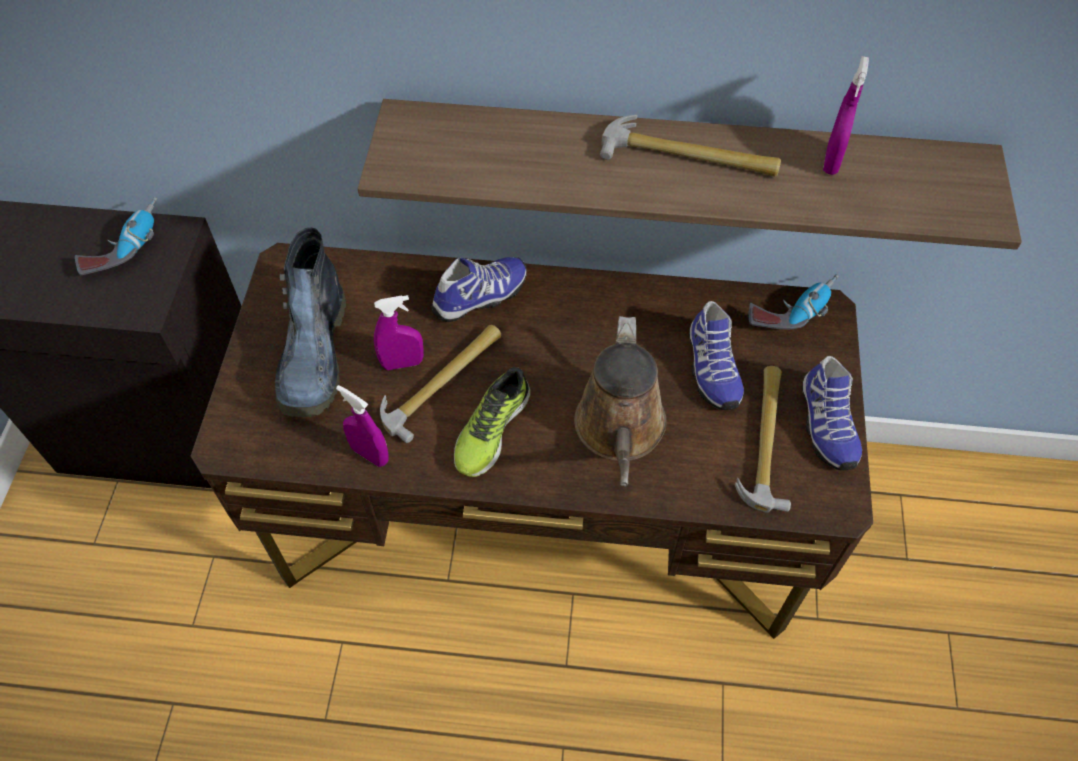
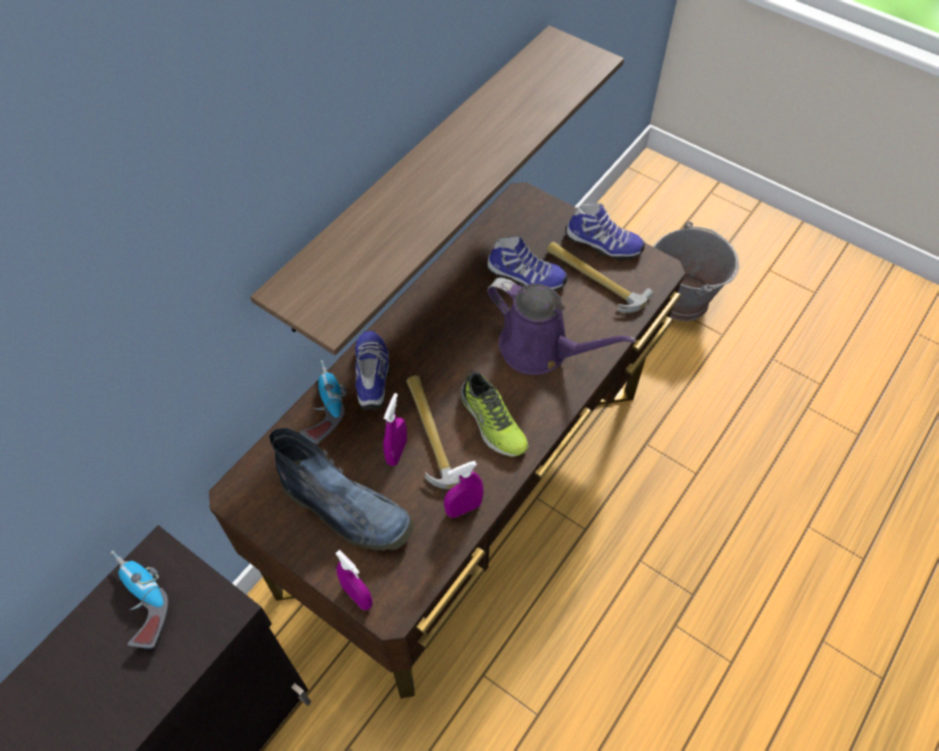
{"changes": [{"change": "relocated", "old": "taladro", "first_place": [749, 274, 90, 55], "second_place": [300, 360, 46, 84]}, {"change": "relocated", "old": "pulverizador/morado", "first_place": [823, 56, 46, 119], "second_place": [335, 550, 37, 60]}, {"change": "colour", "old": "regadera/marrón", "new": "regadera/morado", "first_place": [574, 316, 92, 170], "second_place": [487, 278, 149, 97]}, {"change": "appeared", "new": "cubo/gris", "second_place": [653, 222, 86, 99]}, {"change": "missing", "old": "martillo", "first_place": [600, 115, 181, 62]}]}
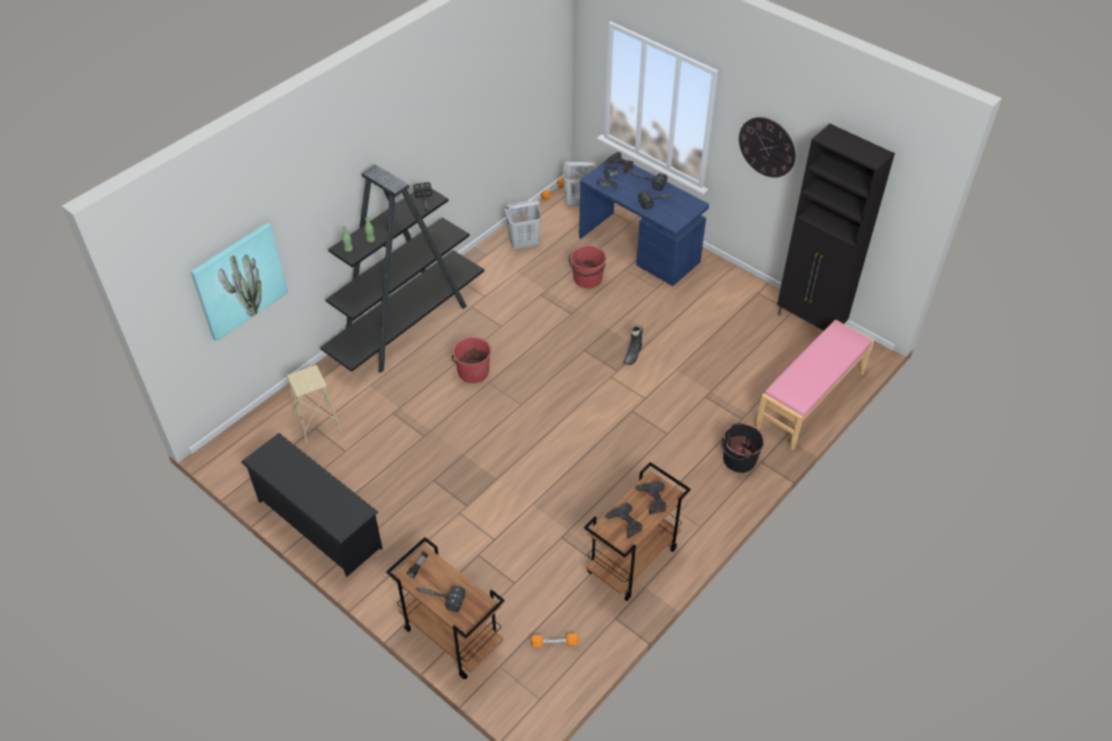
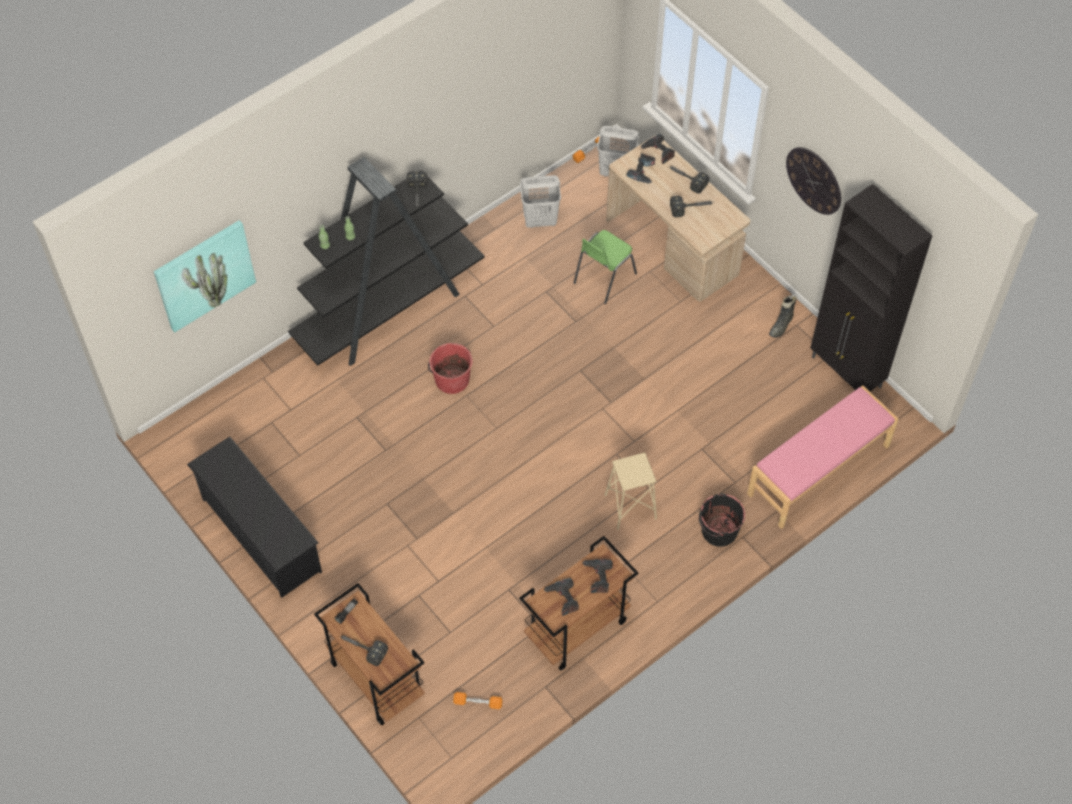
{"changes": [{"change": "exchanged", "old": "cubo/rojo", "new": "silla/verde", "first_place": [569, 245, 37, 43], "second_place": [574, 230, 63, 74]}, {"change": "relocated", "old": "taburete/beis", "first_place": [287, 365, 54, 78], "second_place": [605, 452, 52, 78]}, {"change": "colour", "old": "escritorio/azul", "new": "escritorio/beis", "first_place": [579, 158, 130, 128], "second_place": [606, 136, 144, 166]}, {"change": "relocated", "old": "bota/negro", "first_place": [624, 324, 19, 41], "second_place": [769, 295, 28, 43]}]}
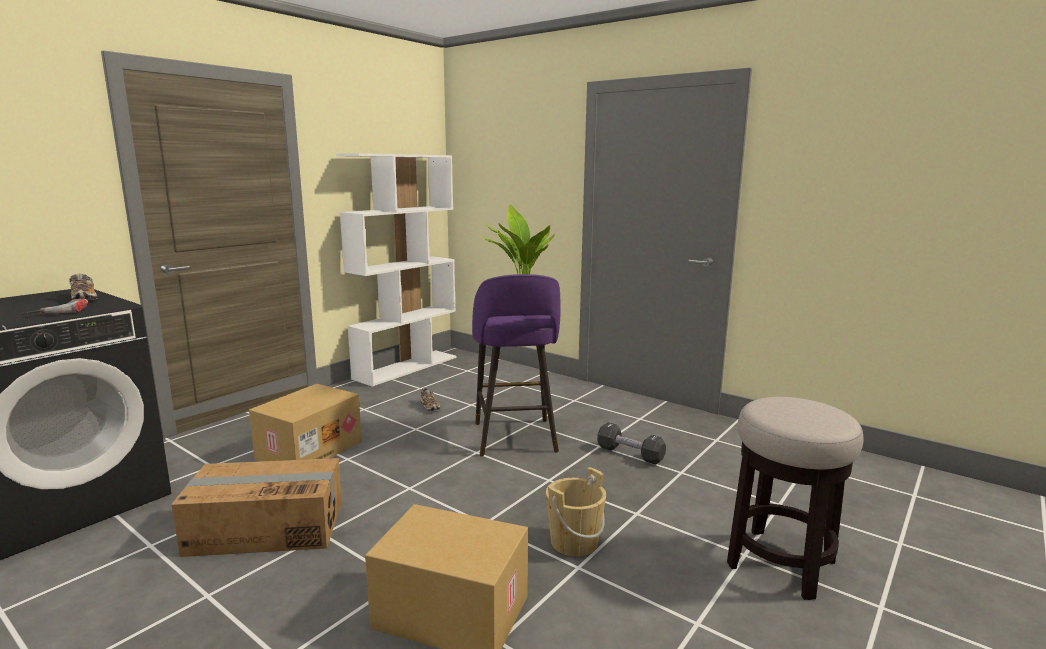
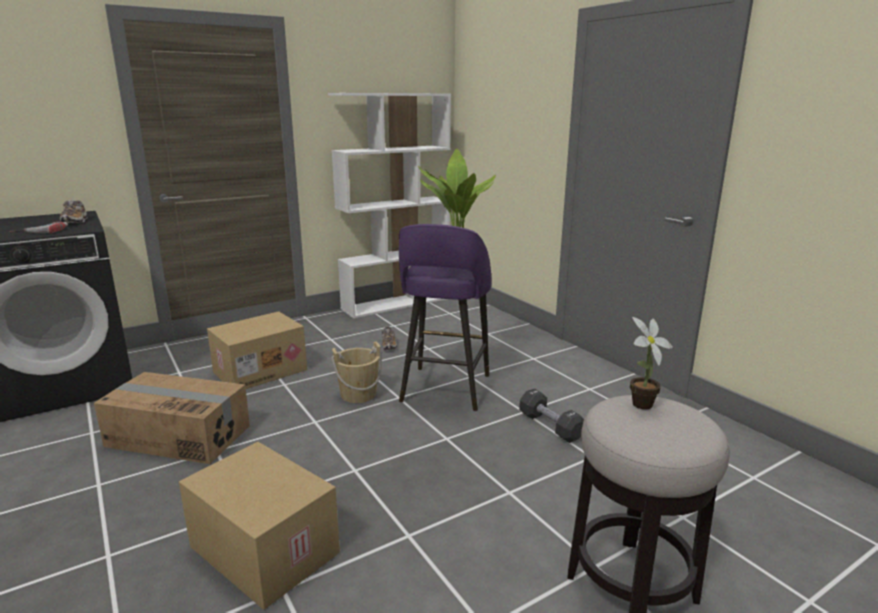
{"changes": [{"change": "relocated", "old": "cubo/beis", "first_place": [546, 467, 60, 90], "second_place": [332, 342, 50, 61]}, {"change": "appeared", "new": "planta en maceta", "second_place": [630, 317, 42, 92]}]}
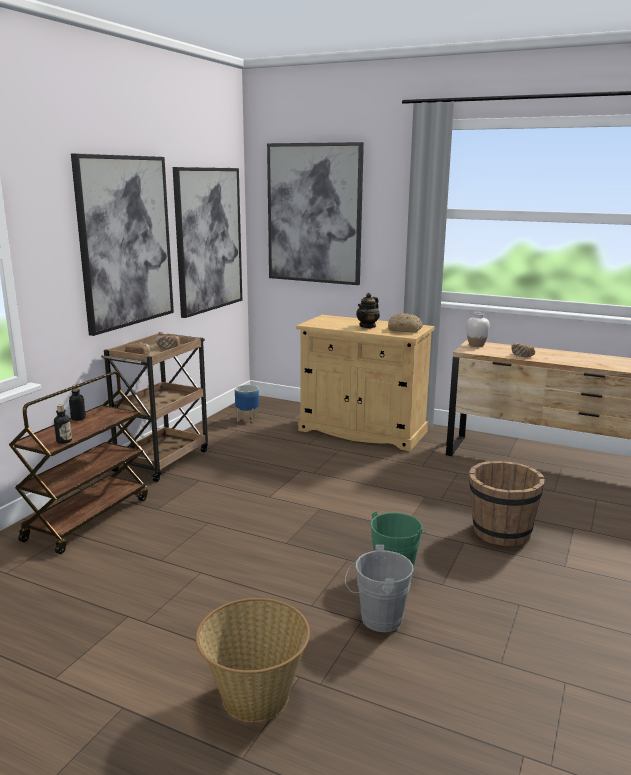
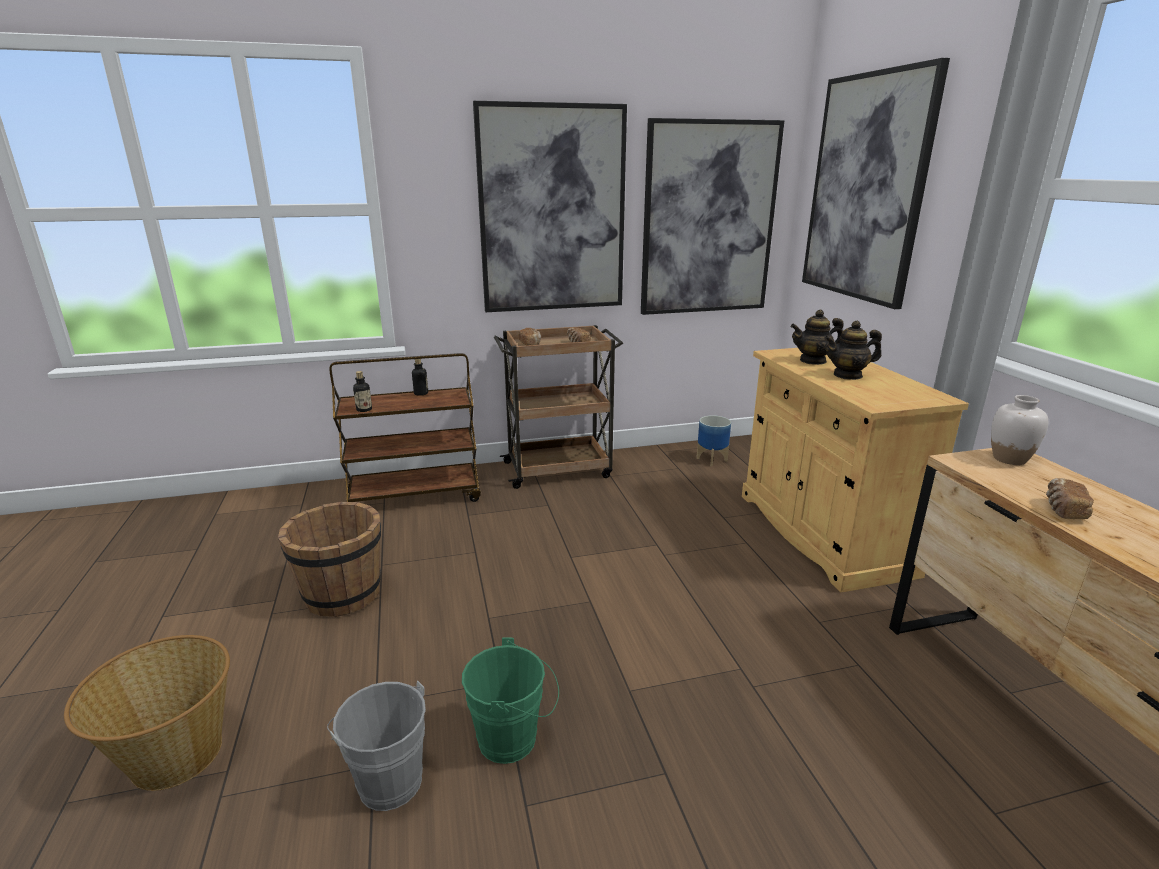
{"changes": [{"change": "relocated", "old": "cubo/marrón", "first_place": [469, 461, 76, 85], "second_place": [278, 502, 103, 115]}, {"change": "appeared", "new": "tetera", "second_place": [791, 310, 53, 55]}, {"change": "missing", "old": "pan", "first_place": [388, 313, 35, 19]}]}
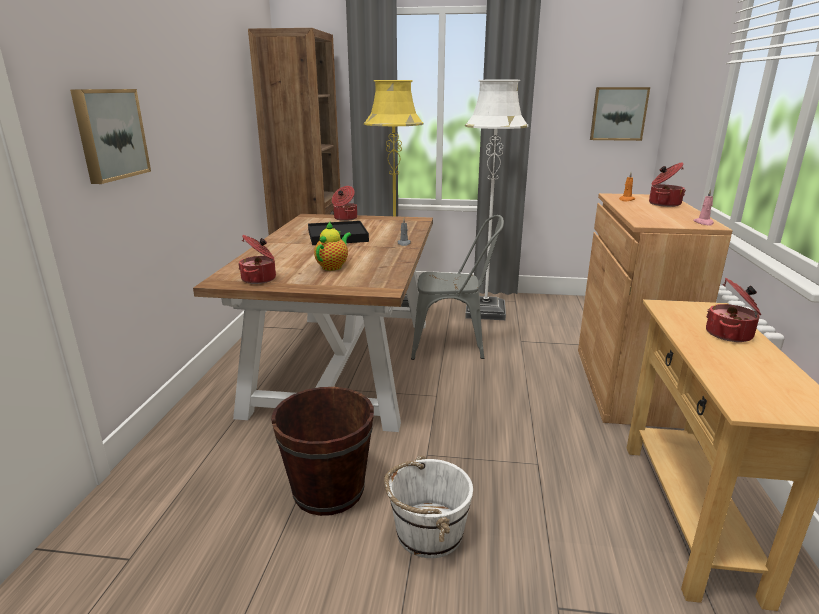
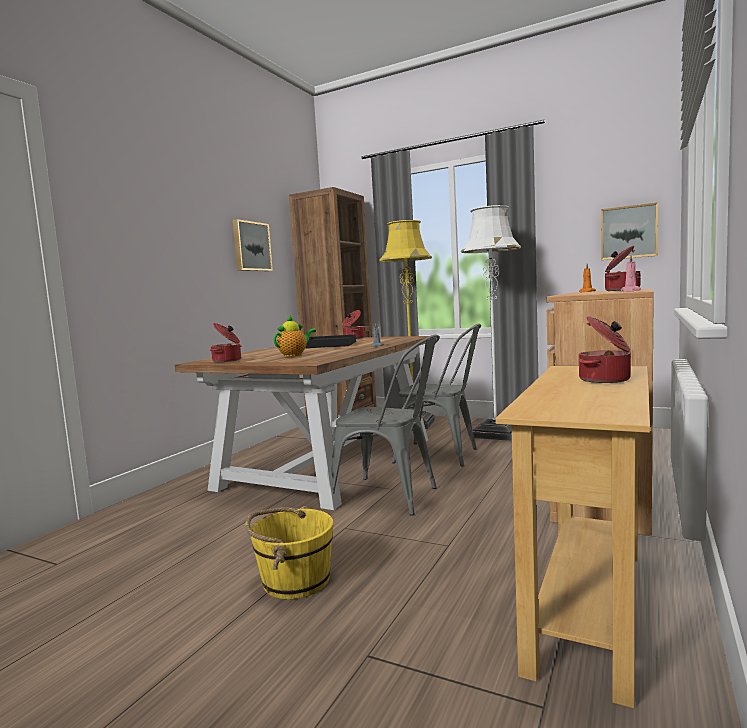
{"changes": [{"change": "relocated", "old": "cuadro", "first_place": [70, 89, 81, 95], "second_place": [233, 219, 40, 52]}, {"change": "colour", "old": "cubo/blanco", "new": "cubo/amarillo", "first_place": [384, 456, 89, 102], "second_place": [245, 506, 88, 93]}, {"change": "appeared", "new": "silla/gris", "second_place": [332, 335, 108, 181]}, {"change": "missing", "old": "cubo/marrón", "first_place": [271, 387, 103, 129]}]}
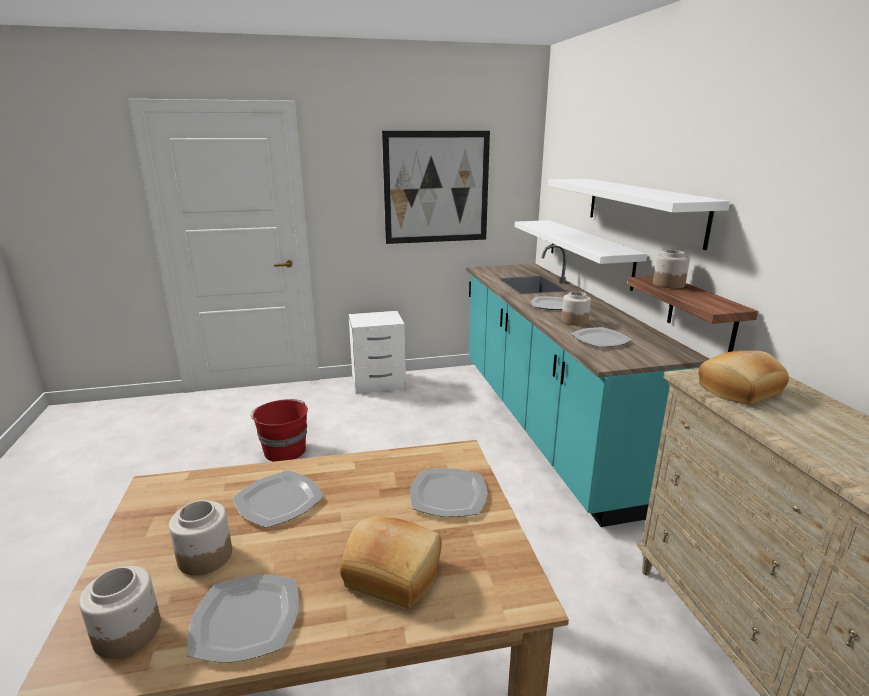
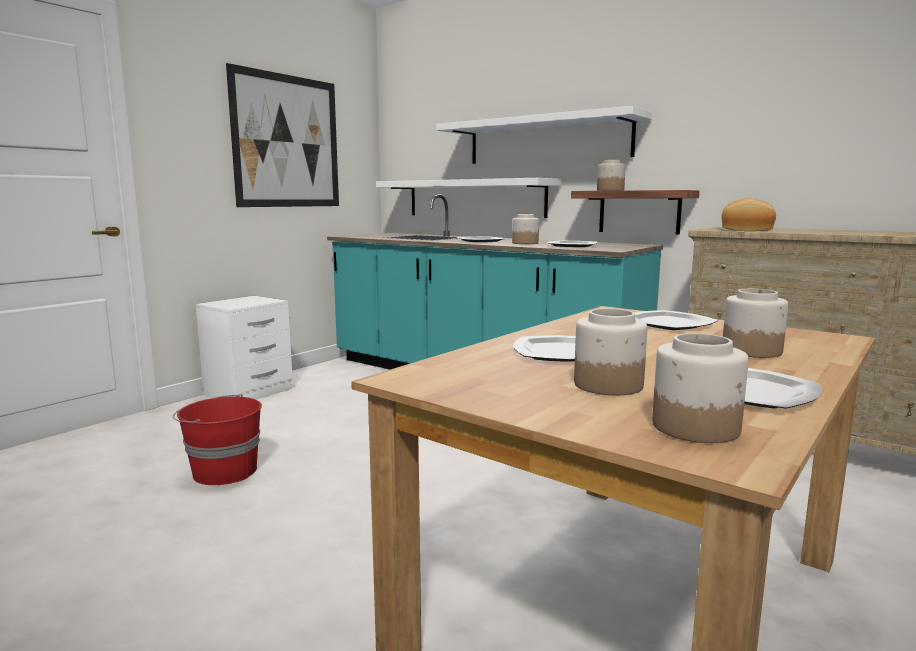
{"changes": [{"change": "exchanged", "old": "pan", "new": "tarro", "first_place": [340, 516, 102, 92], "second_place": [723, 289, 65, 69]}]}
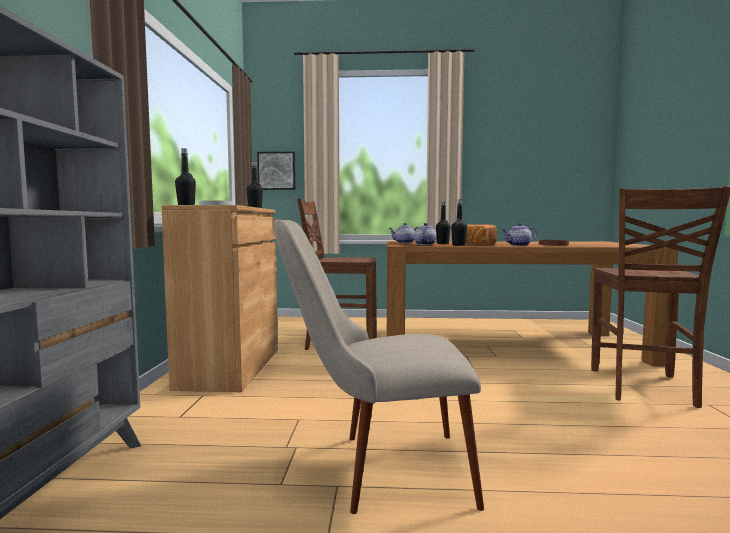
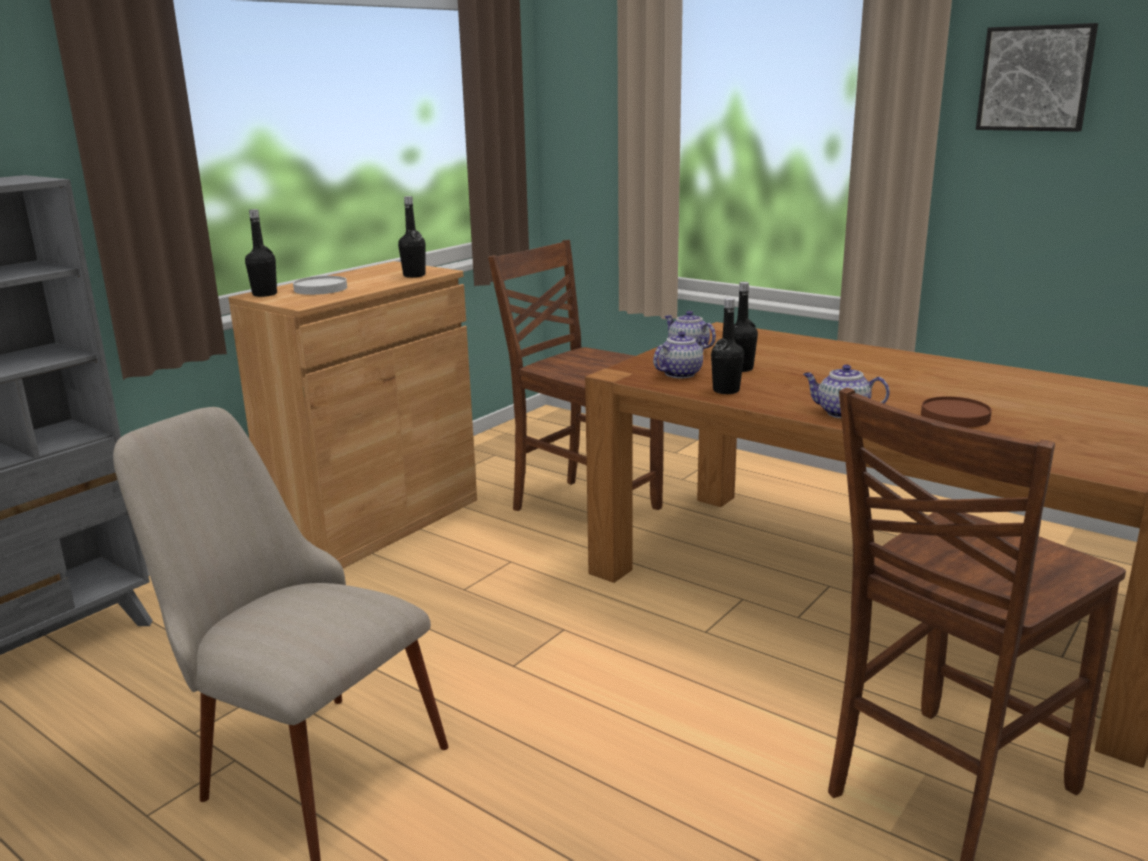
{"changes": [{"change": "relocated", "old": "cuadro", "first_place": [257, 152, 39, 38], "second_place": [976, 23, 122, 109]}, {"change": "missing", "old": "pan", "first_place": [466, 224, 31, 21]}]}
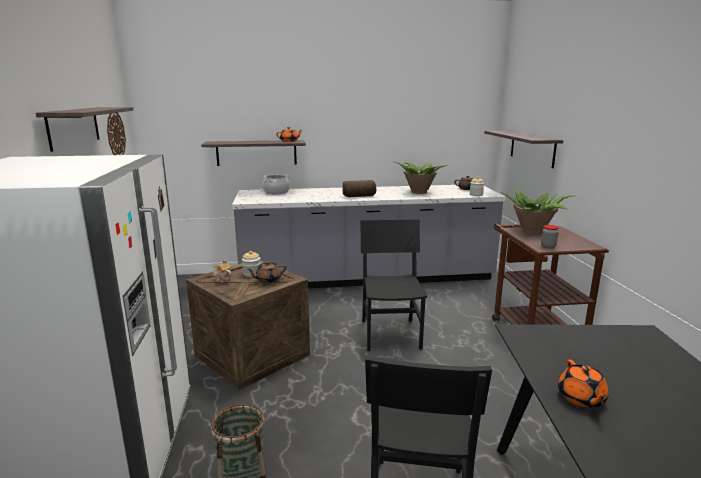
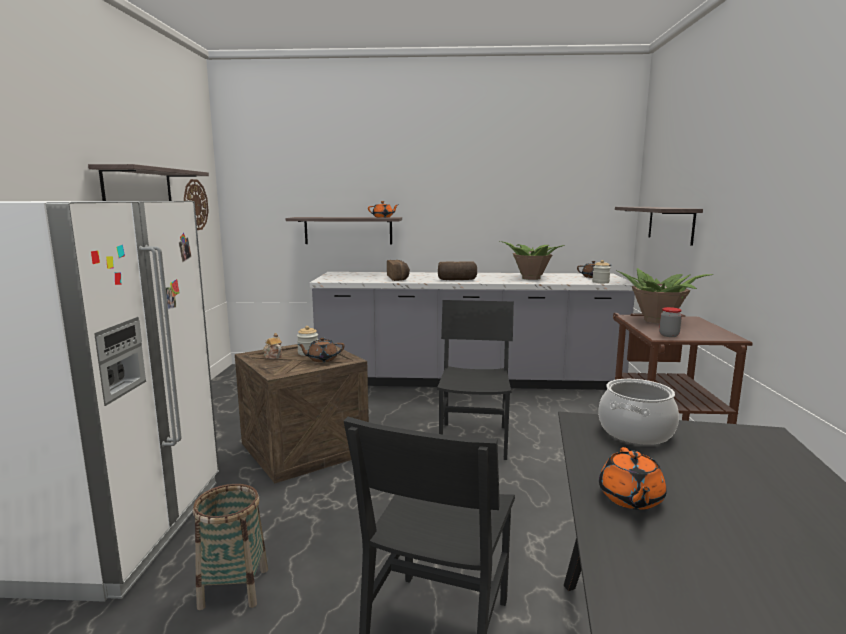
{"changes": [{"change": "appeared", "new": "pan", "second_place": [387, 260, 23, 21]}, {"change": "relocated", "old": "olla", "first_place": [263, 174, 27, 20], "second_place": [598, 379, 81, 66]}]}
